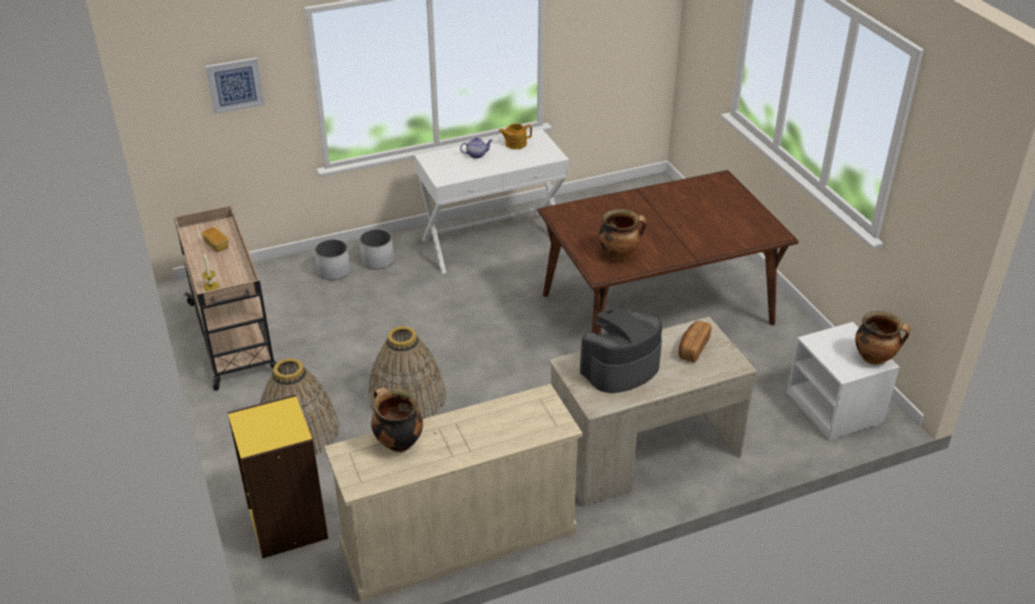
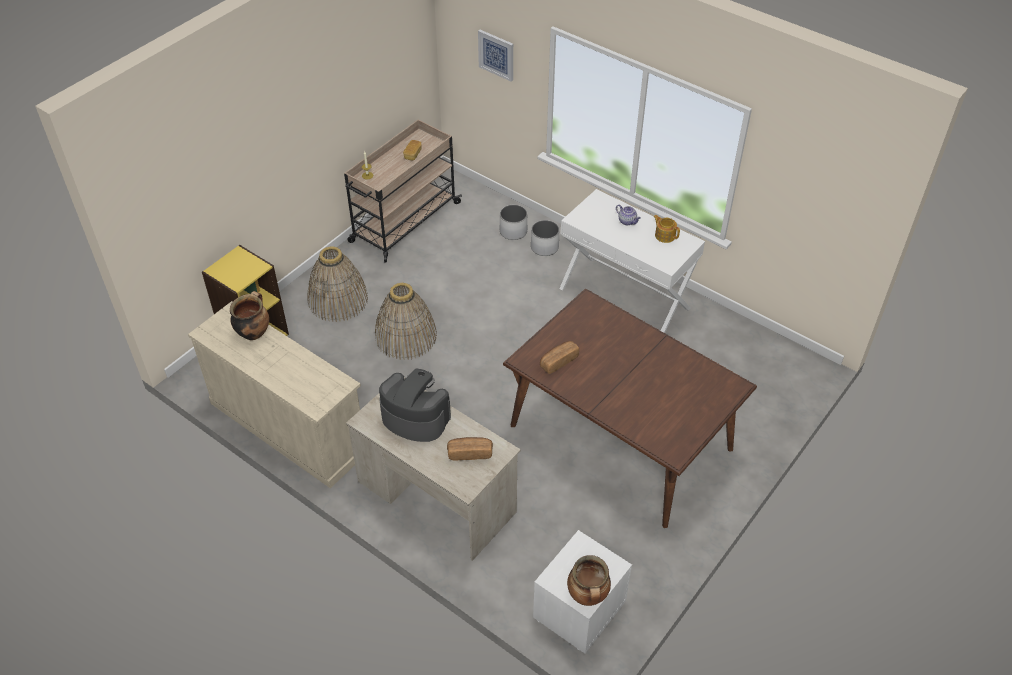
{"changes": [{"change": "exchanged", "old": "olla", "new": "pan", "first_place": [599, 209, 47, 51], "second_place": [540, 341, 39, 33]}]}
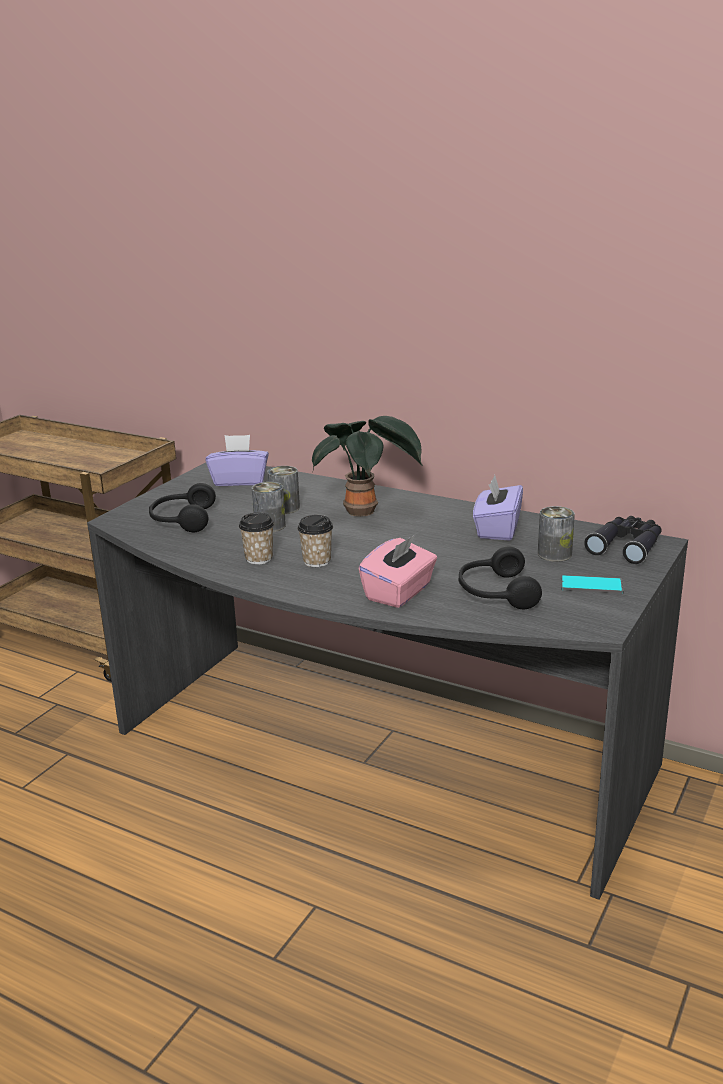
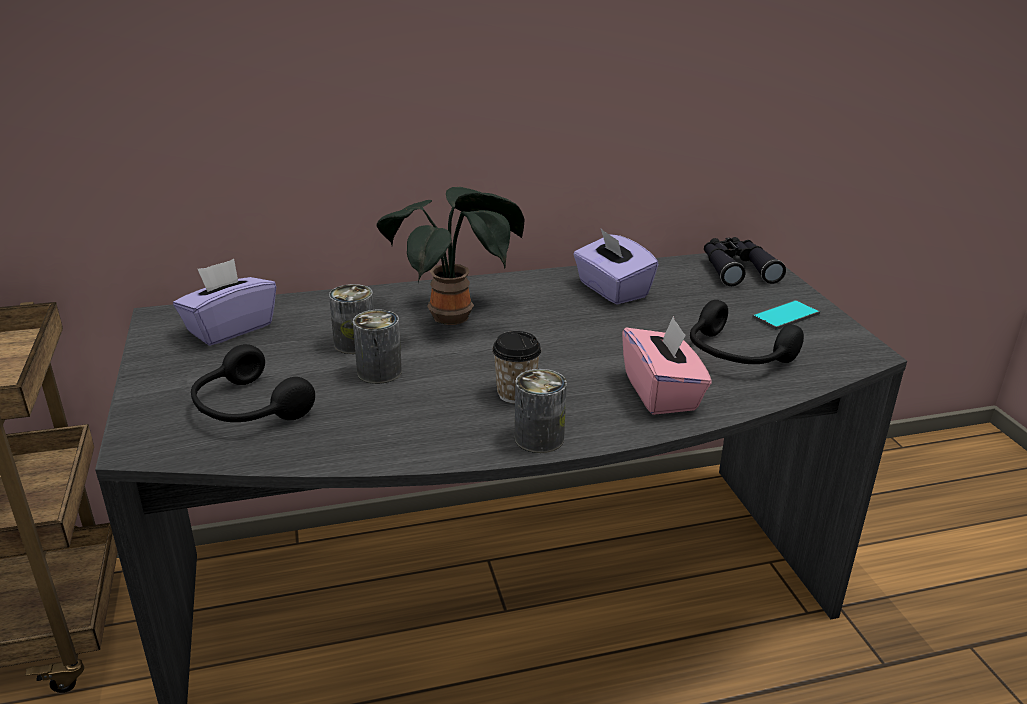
{"changes": [{"change": "relocated", "old": "lata", "first_place": [538, 506, 37, 56], "second_place": [515, 369, 52, 84]}, {"change": "missing", "old": "taza", "first_place": [239, 512, 35, 53]}]}
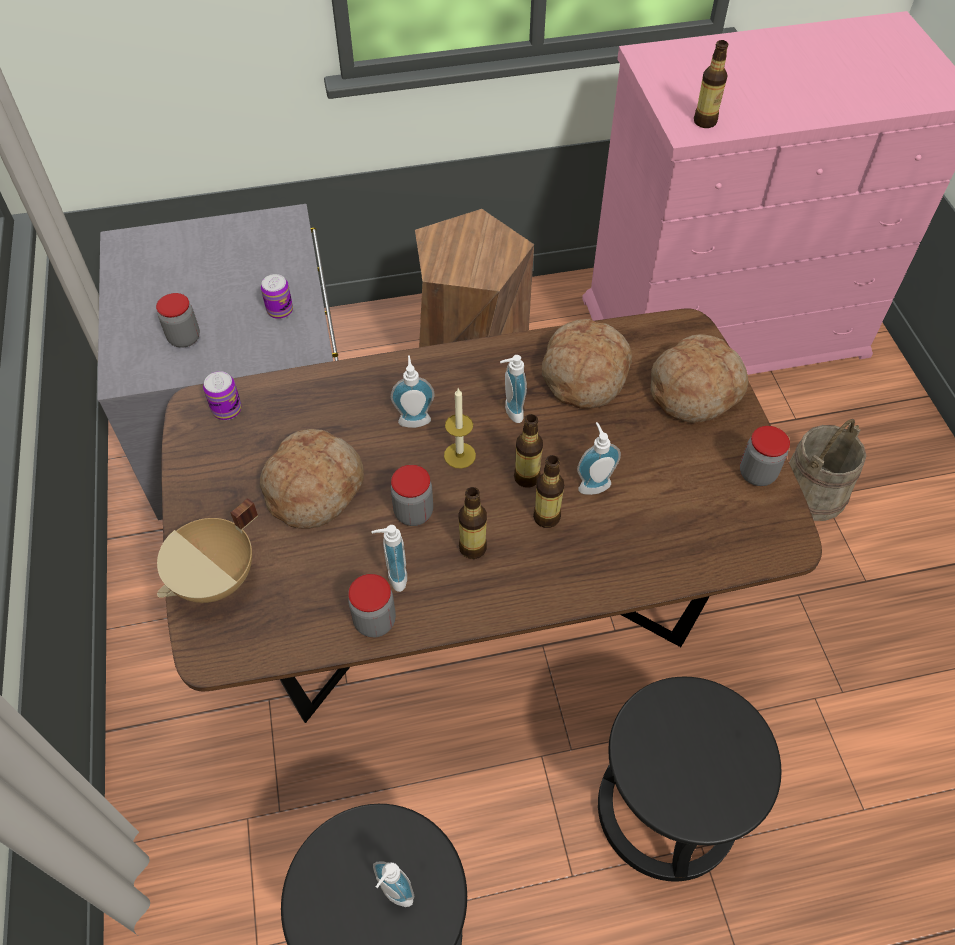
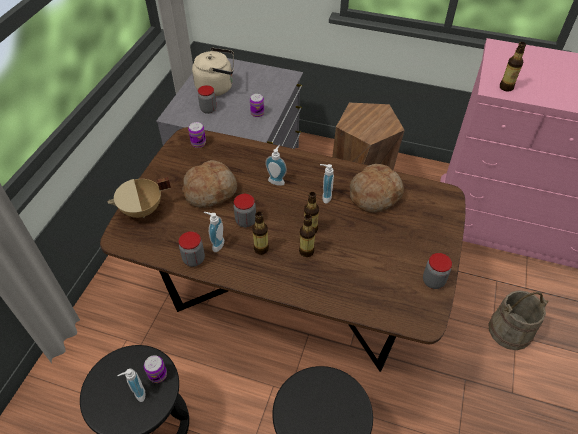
{"changes": [{"change": "appeared", "new": "lata", "second_place": [144, 355, 23, 28]}, {"change": "appeared", "new": "hervidor/beis", "second_place": [192, 47, 42, 49]}, {"change": "missing", "old": "vela", "first_place": [444, 388, 32, 81]}, {"change": "missing", "old": "dispensador de jabón", "first_place": [577, 422, 44, 73]}, {"change": "missing", "old": "pan", "first_place": [651, 334, 97, 89]}]}
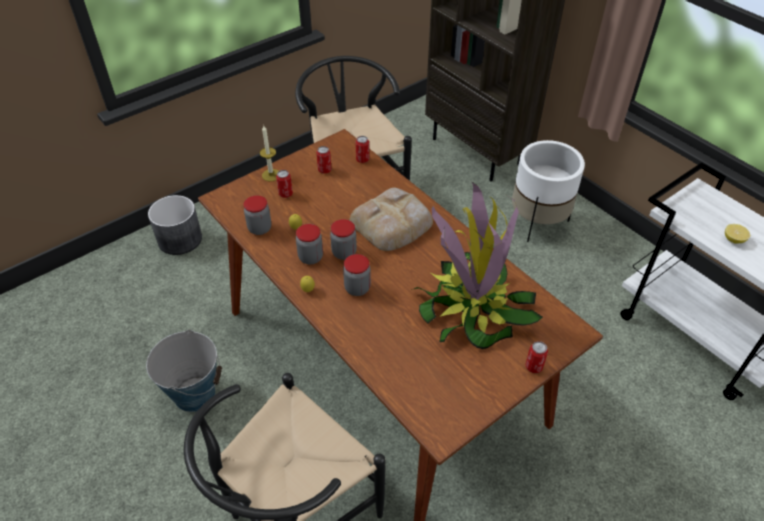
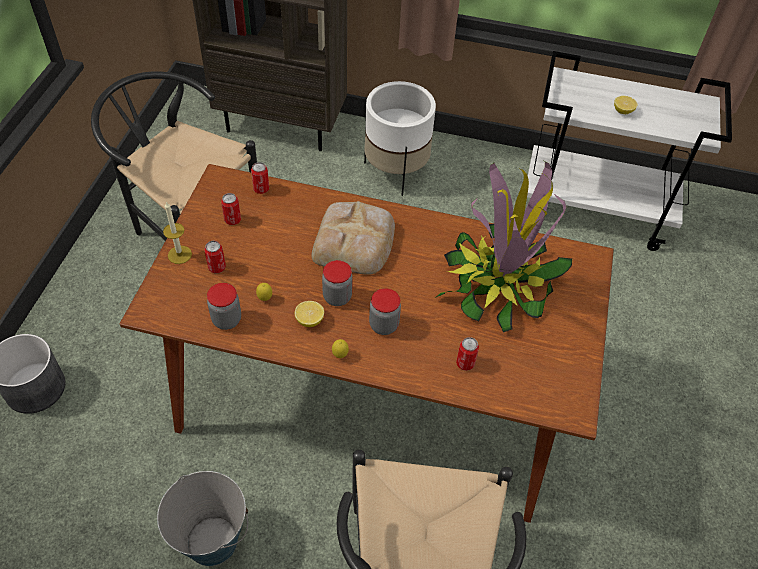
{"changes": [{"change": "exchanged", "old": "tarro", "new": "limón", "first_place": [296, 224, 27, 41], "second_place": [295, 301, 29, 26]}, {"change": "relocated", "old": "lata", "first_place": [526, 341, 22, 32], "second_place": [456, 337, 23, 34]}]}
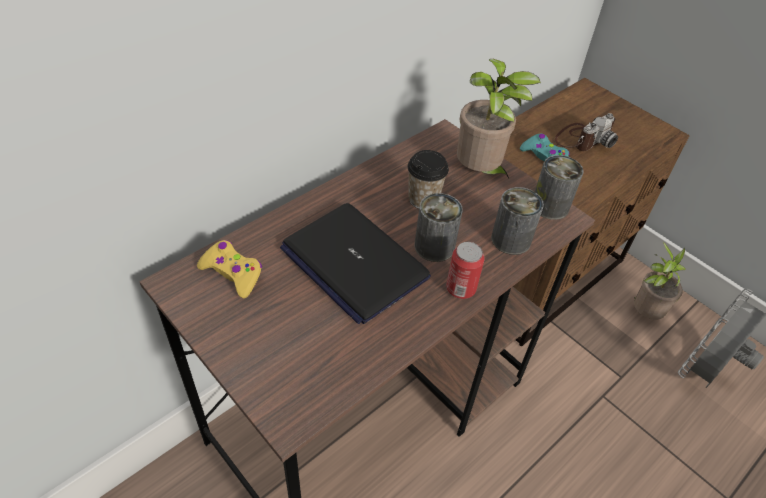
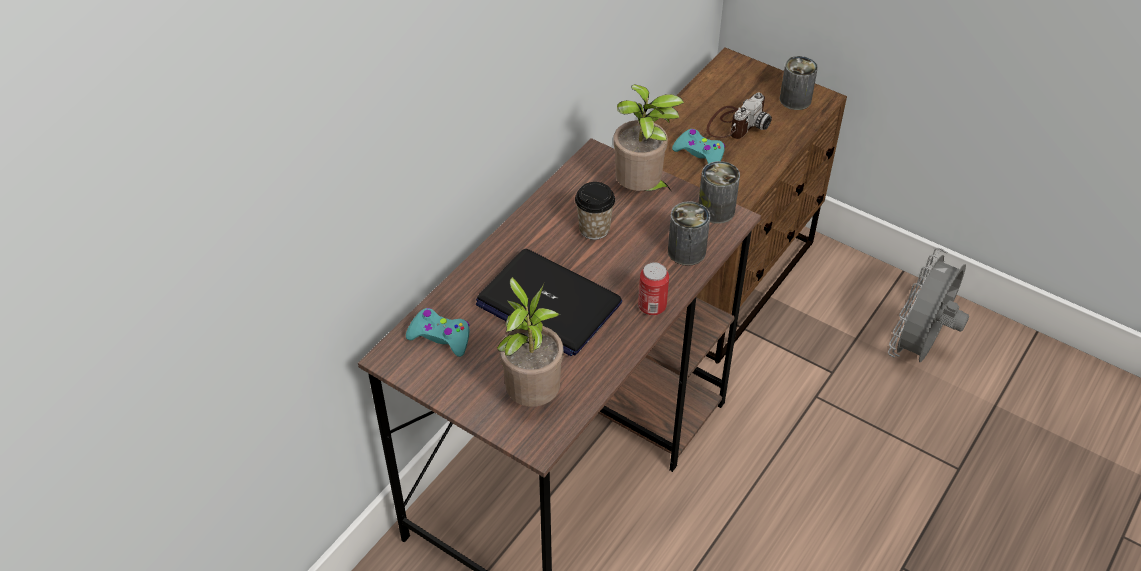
{"changes": [{"change": "colour", "old": "mando de consola/amarillo", "new": "mando de consola/turquesa", "first_place": [197, 240, 65, 58], "second_place": [406, 308, 63, 49]}, {"change": "relocated", "old": "planta en maceta", "first_place": [634, 242, 52, 78], "second_place": [497, 277, 66, 130]}, {"change": "relocated", "old": "lata", "first_place": [415, 193, 48, 69], "second_place": [780, 56, 38, 54]}]}
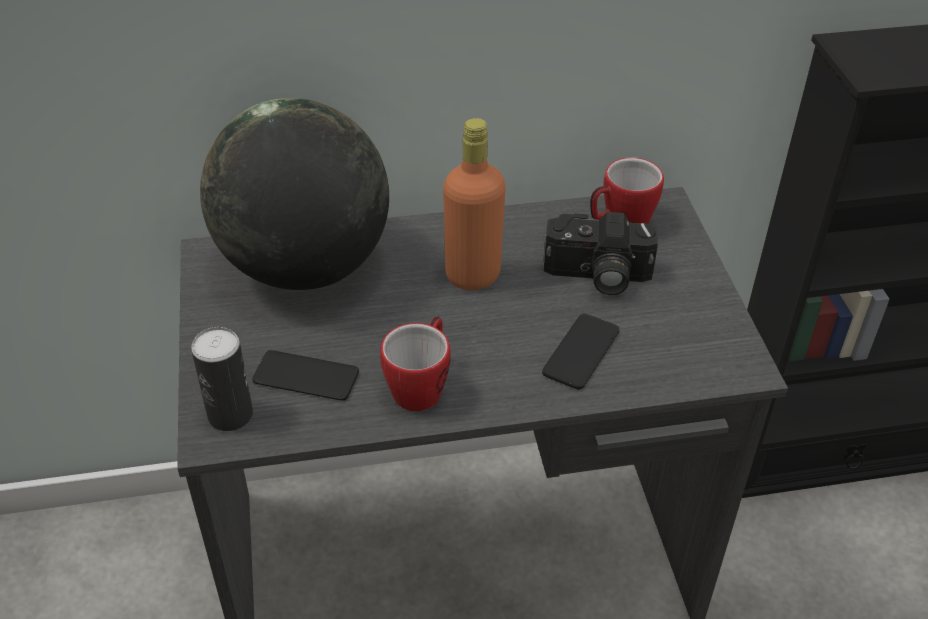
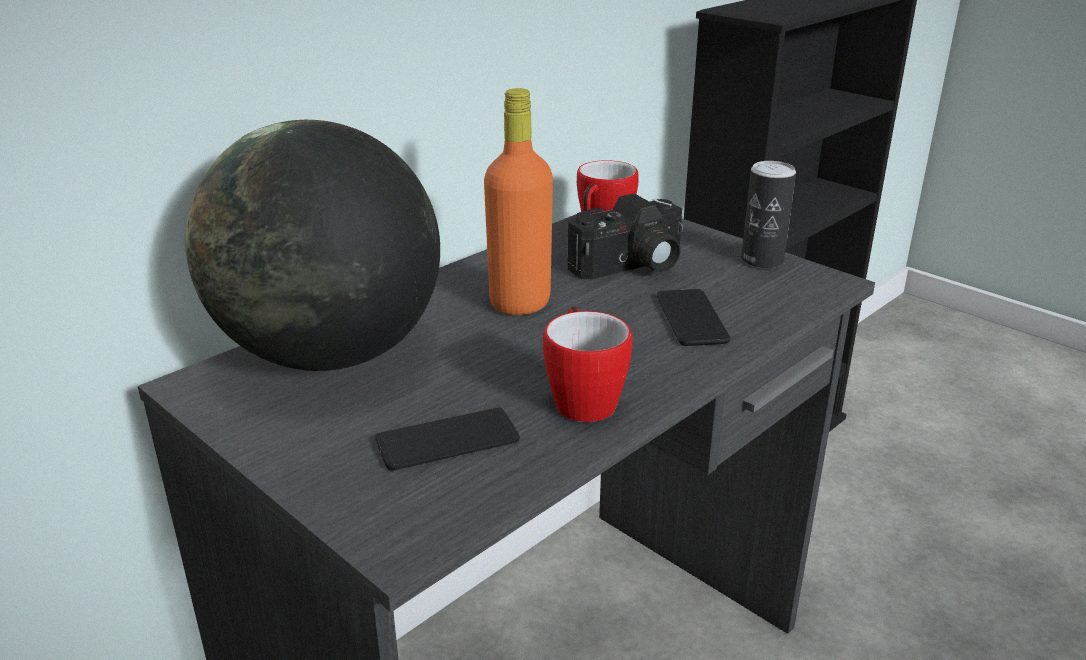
{"changes": [{"change": "relocated", "old": "lata", "first_place": [191, 327, 62, 104], "second_place": [741, 161, 55, 107]}]}
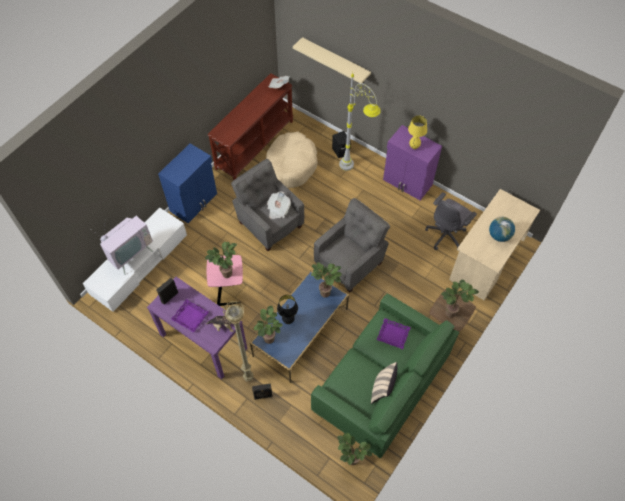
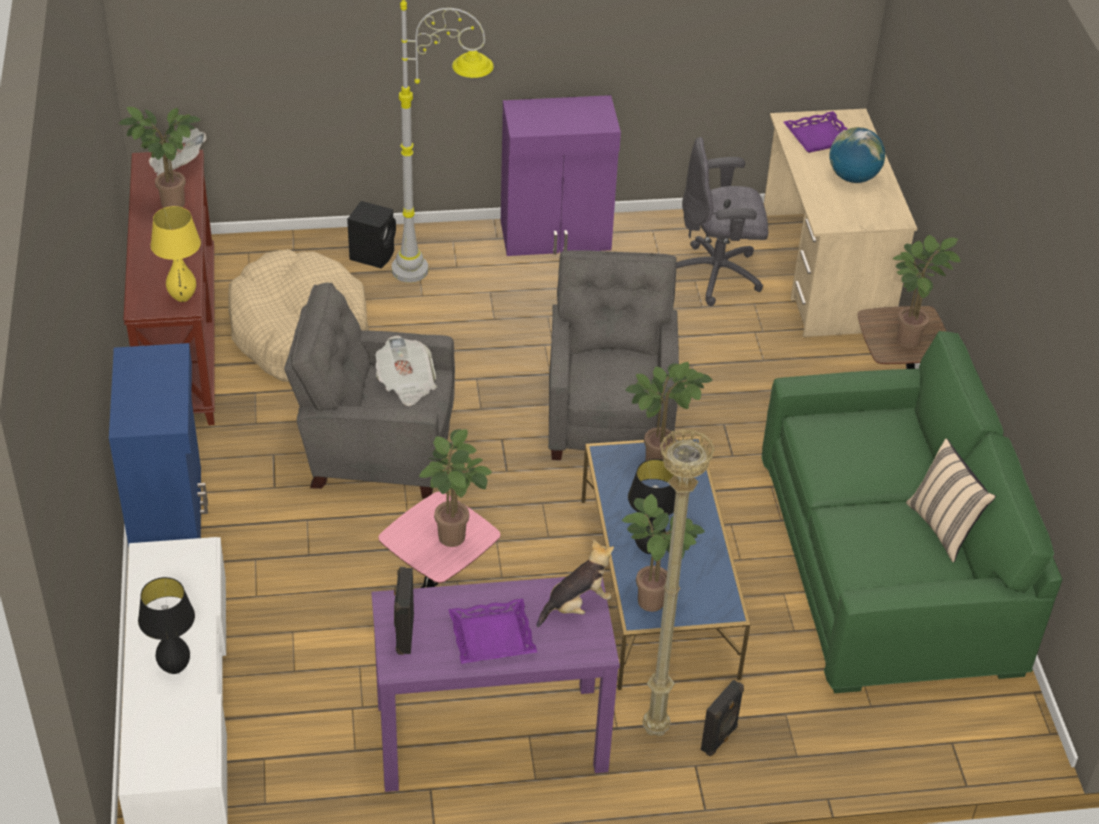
{"changes": [{"change": "relocated", "old": "planta en maceta", "first_place": [337, 433, 35, 32], "second_place": [118, 107, 82, 101]}, {"change": "exchanged", "old": "televisor", "new": "lámpara de mesa/negro", "first_place": [100, 216, 53, 59], "second_place": [138, 577, 57, 97]}, {"change": "relocated", "old": "lámpara de mesa/amarillo", "first_place": [408, 116, 19, 33], "second_place": [151, 206, 50, 96]}, {"change": "spun", "old": "silla de oficina/gris", "first_place": [425, 192, 52, 58], "second_place": [676, 137, 93, 169], "degrees": 90}, {"change": "relocated", "old": "bandeja/morado", "first_place": [376, 318, 35, 31], "second_place": [784, 111, 64, 42]}, {"change": "missing", "old": "estante/beis", "first_place": [293, 37, 78, 46]}]}
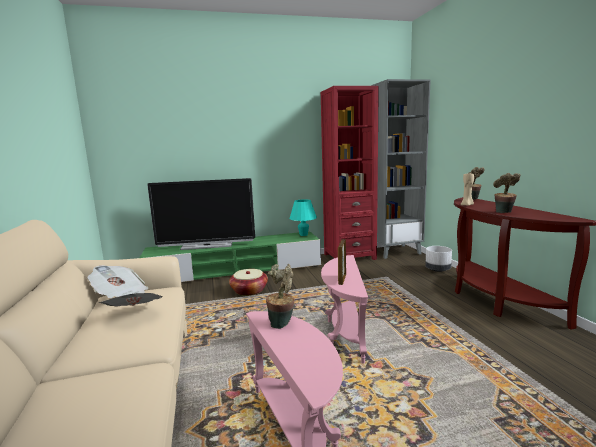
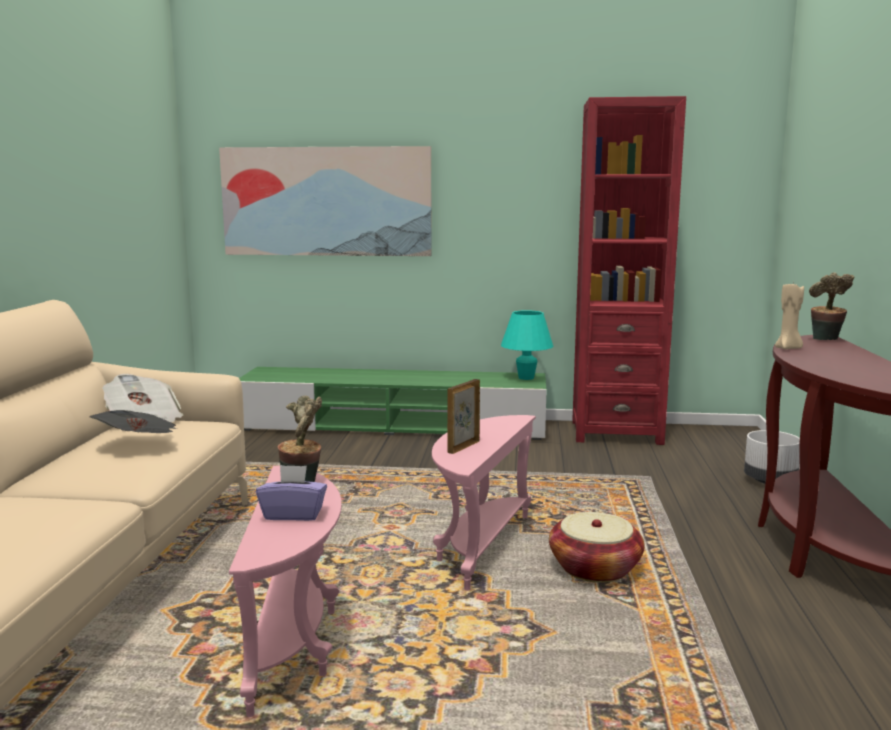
{"changes": [{"change": "appeared", "new": "cuadro", "second_place": [219, 146, 213, 110]}, {"change": "appeared", "new": "caja de pañuelos/morado", "second_place": [256, 465, 71, 56]}, {"change": "relocated", "old": "cesta", "first_place": [229, 269, 39, 27], "second_place": [549, 512, 96, 71]}, {"change": "missing", "old": "televisor", "first_place": [147, 178, 108, 72]}, {"change": "missing", "old": "estantería/gris", "first_place": [371, 79, 60, 180]}, {"change": "missing", "old": "planta en maceta", "first_place": [493, 173, 28, 40]}]}
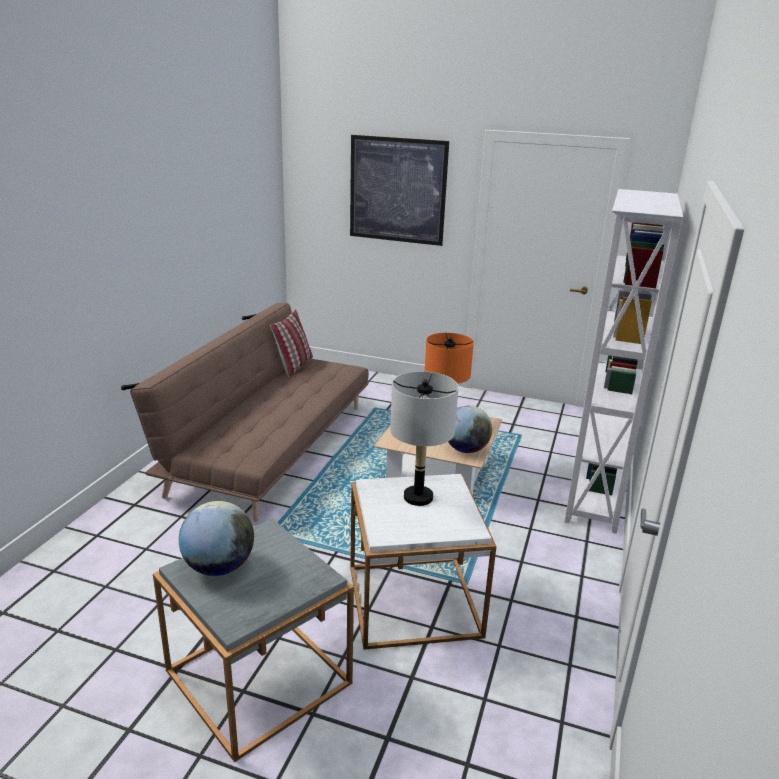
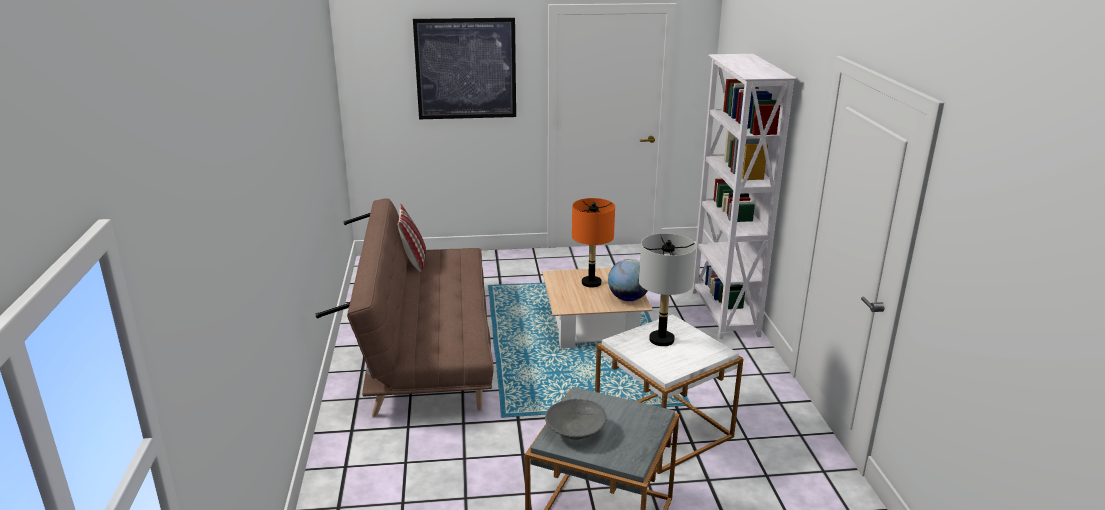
{"changes": [{"change": "exchanged", "old": "globo terráqueo", "new": "cuenco/gris", "first_place": [179, 501, 75, 75], "second_place": [545, 398, 62, 42]}]}
